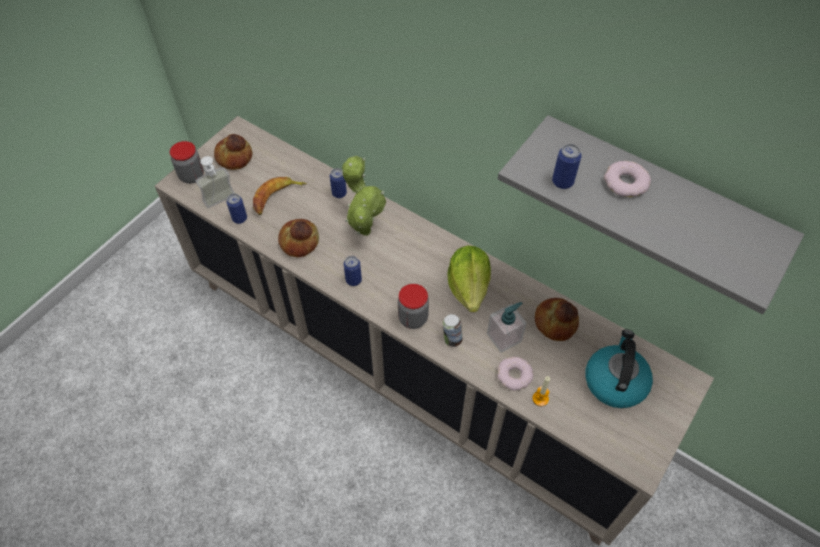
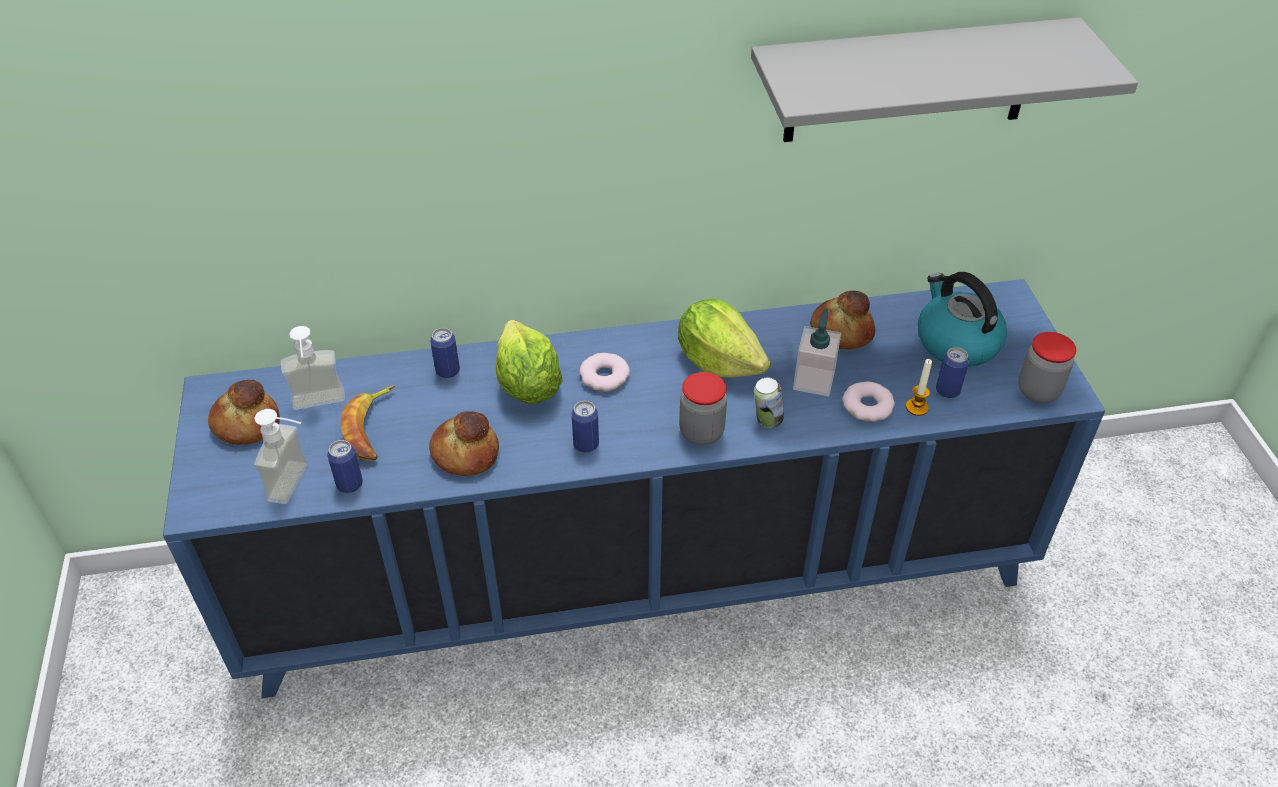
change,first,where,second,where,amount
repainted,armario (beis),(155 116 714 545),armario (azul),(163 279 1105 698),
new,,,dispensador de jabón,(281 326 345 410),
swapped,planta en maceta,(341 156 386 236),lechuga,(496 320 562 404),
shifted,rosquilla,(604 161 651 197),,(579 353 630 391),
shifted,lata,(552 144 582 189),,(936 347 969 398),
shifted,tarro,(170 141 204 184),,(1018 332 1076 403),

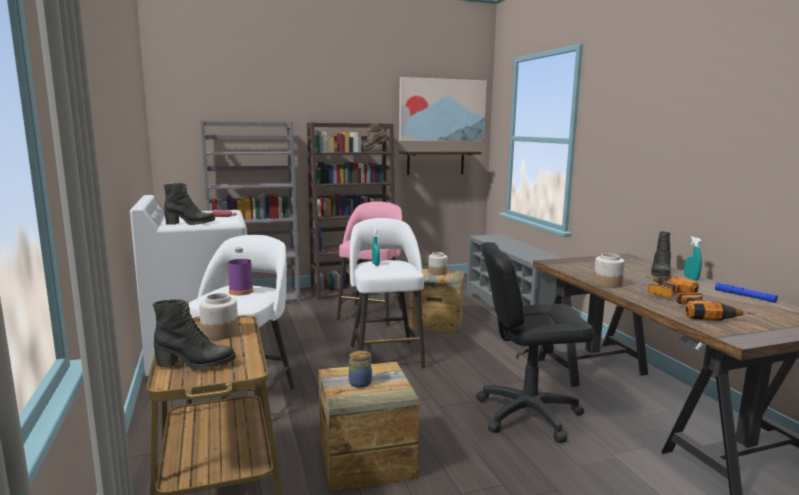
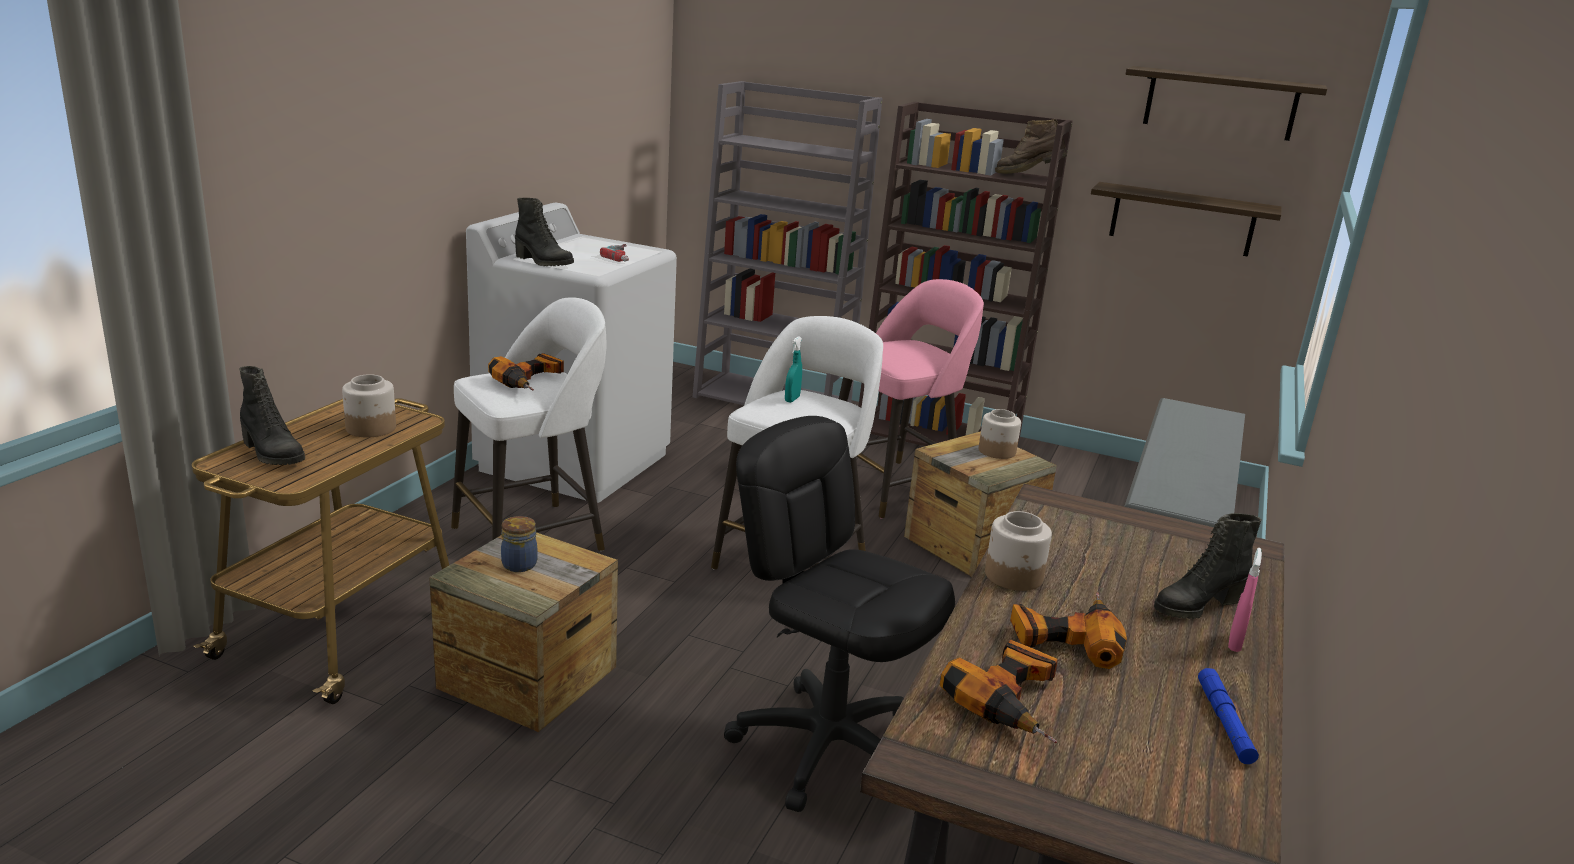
change,first,where,second,where,amount
swapped,botella (morado),(228 248 253 295),taladro,(488 353 564 391),
swapped,cuadro,(399 77 487 141),estante,(1125 66 1327 141),
repainted,pulverizador (turquesa),(684 237 702 280),pulverizador (rosa),(1228 548 1262 652),

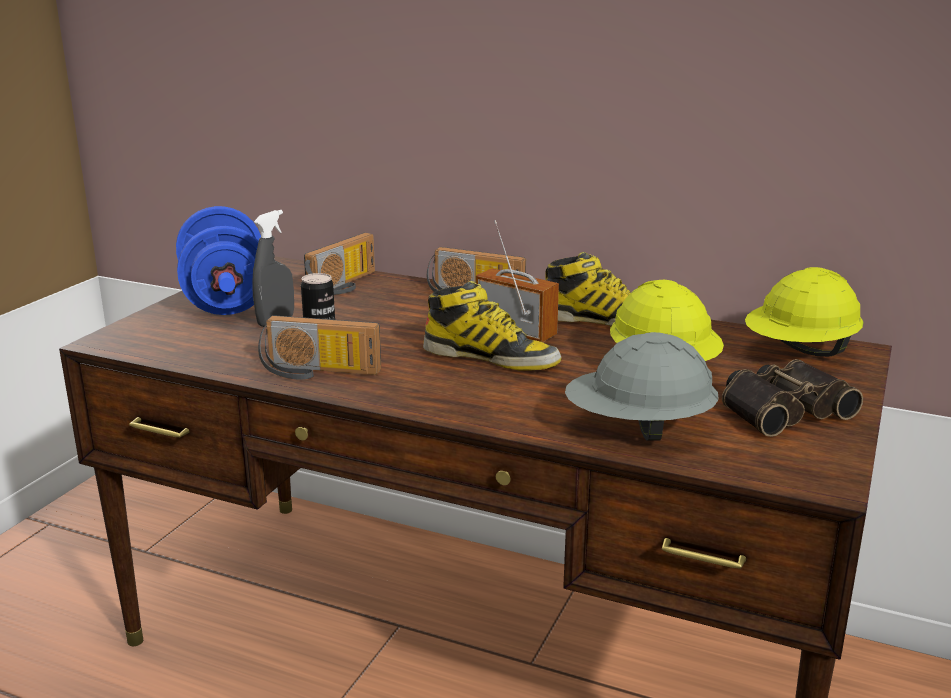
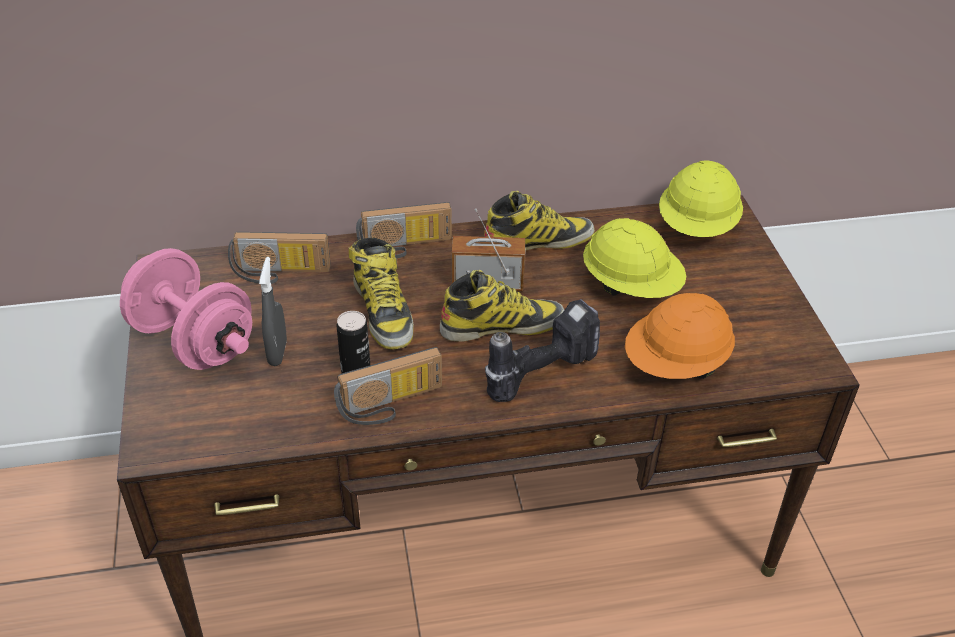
change,first,where,second,where,amount
repainted,mancuerna (azul),(176 206 261 315),mancuerna (rosa),(120 248 252 370),
rotated,radio,(304 233 375 295),,(228 232 331 284),90 degrees clockwise
new,,,bota,(349 238 414 350),
new,,,taladro,(485 299 600 402),
repainted,casco (gris),(565 332 719 441),casco (naranja),(625 293 735 379),
gone,prismáticos,(722 359 863 437),,,

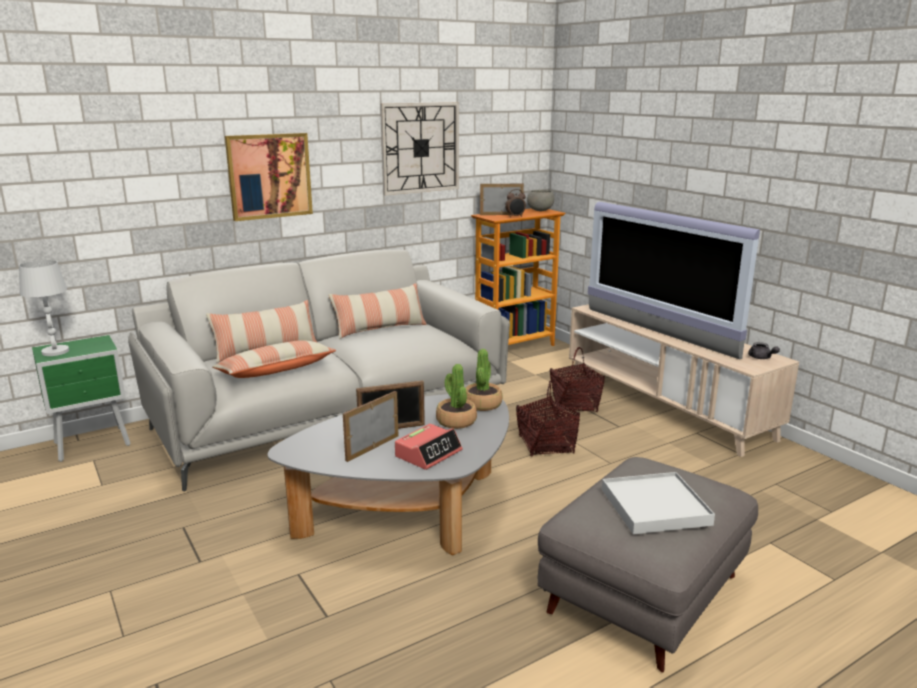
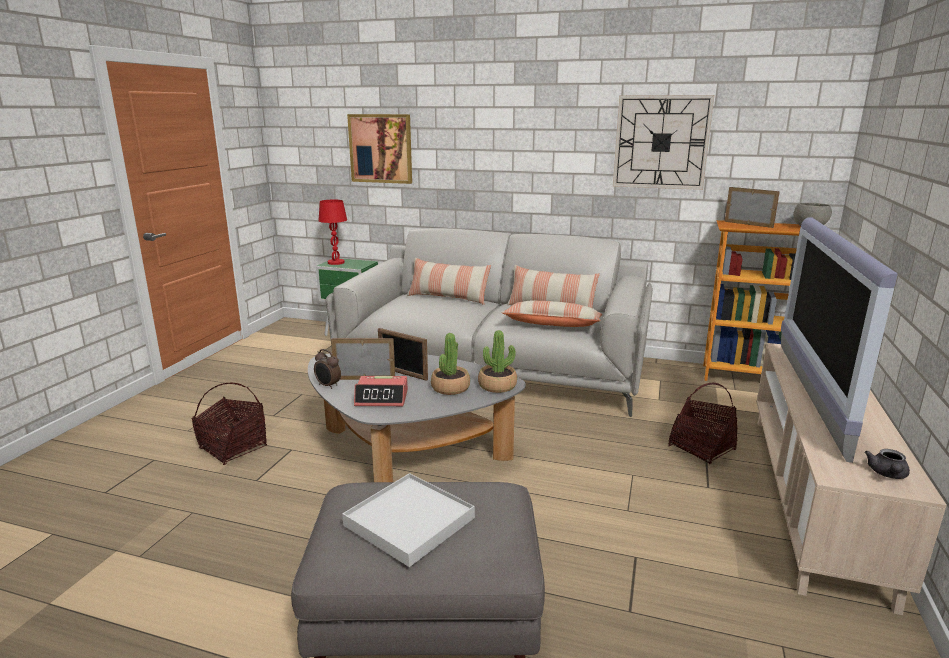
change,first,where,second,where,amount
shifted,cesta,(516 381 580 457),,(192 383 267 465),
shifted,despertador,(505 189 526 217),,(314 349 341 389),
repainted,lámpara de mesa (blanco),(19 260 69 356),lámpara de mesa (rojo),(319 200 347 265),
shifted,cuadro,(225 133 313 221),,(347 114 412 184),
shifted,cojín,(212 341 336 378),,(501 301 602 327),

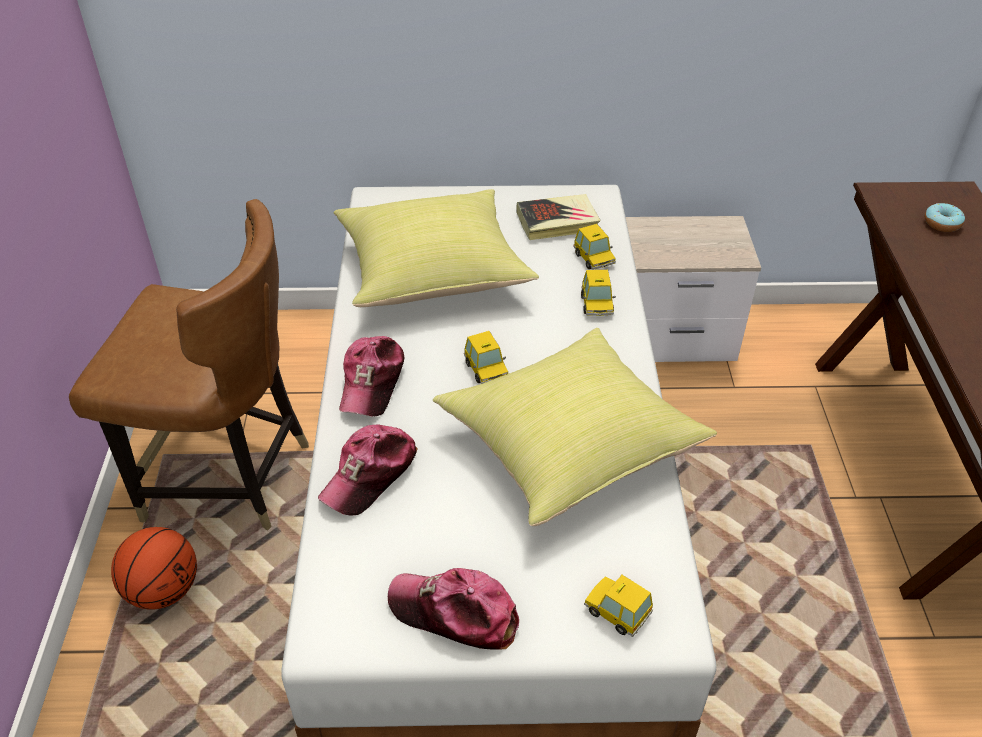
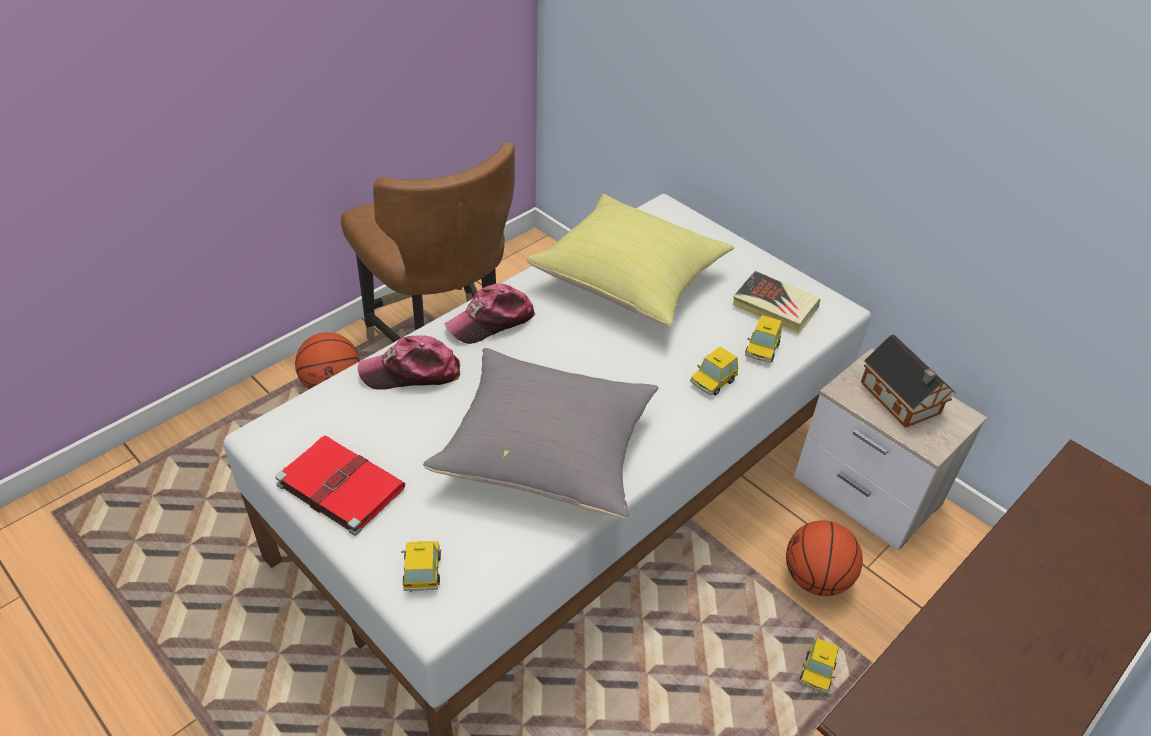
change,first,where,second,where,amount
swapped,gorra,(388 568 519 650),libro (rojo),(275 435 405 536),
repainted,cojín (amarillo),(433 328 717 526),cojín (gris),(423 348 658 518),
new,,,balón de baloncesto,(786 520 863 596),
shifted,coche de juguete,(464 331 508 384),,(800 638 839 694),
new,,,casita,(861 334 956 428),
gone,rosquilla,(925 203 965 232),,,

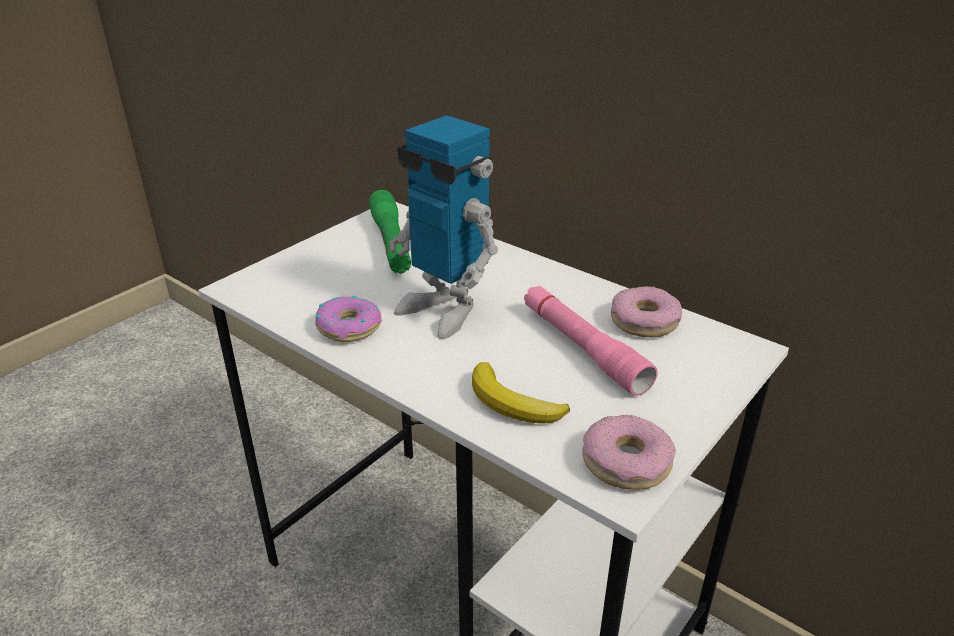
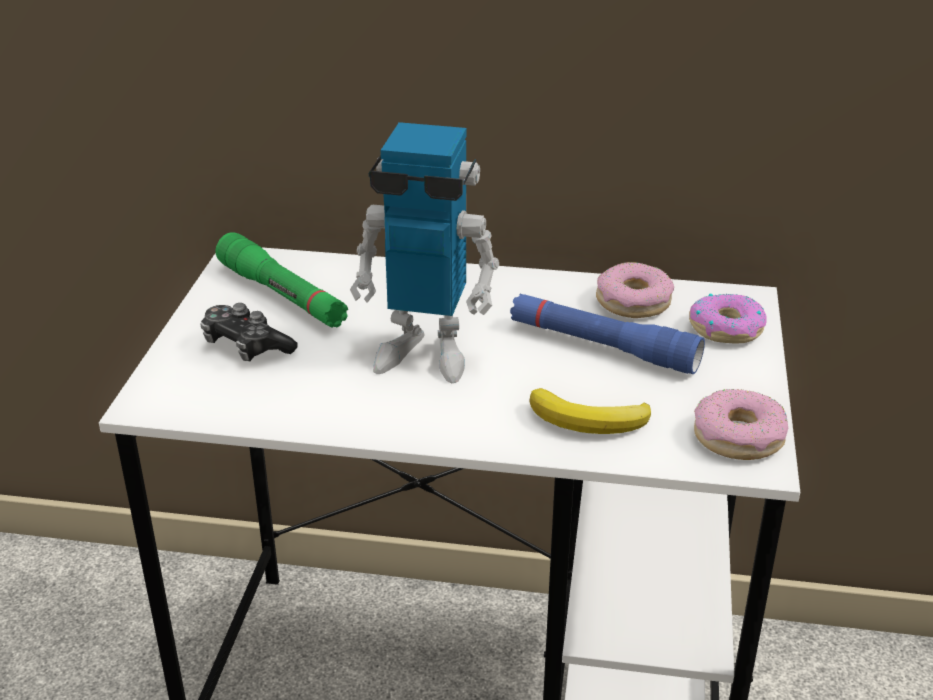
change,first,where,second,where,amount
new,,,mando de consola,(200 303 298 361),
repainted,linterna (rosa),(524 286 658 396),linterna (azul),(510 293 705 374),
shifted,rosquilla,(315 295 382 342),,(689 294 766 343),

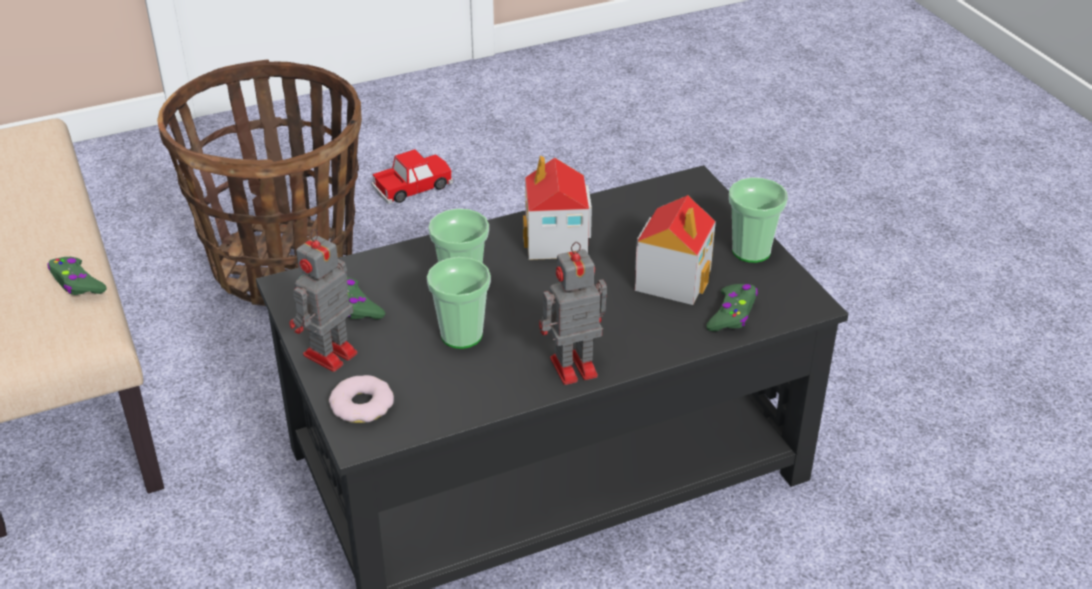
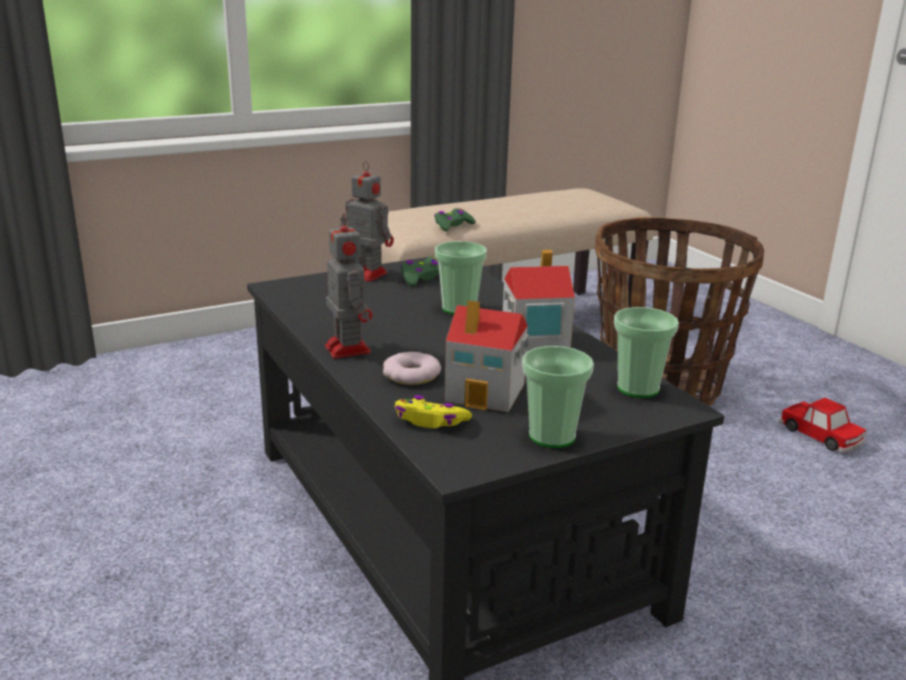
change,first,where,second,where,amount
shifted,rosquilla,(329 375 394 423),,(383 352 441 385),
repainted,mando de consola (verde),(706 284 758 331),mando de consola (amarillo),(395 395 472 428),
shifted,taza,(427 257 491 349),,(614 307 679 398),

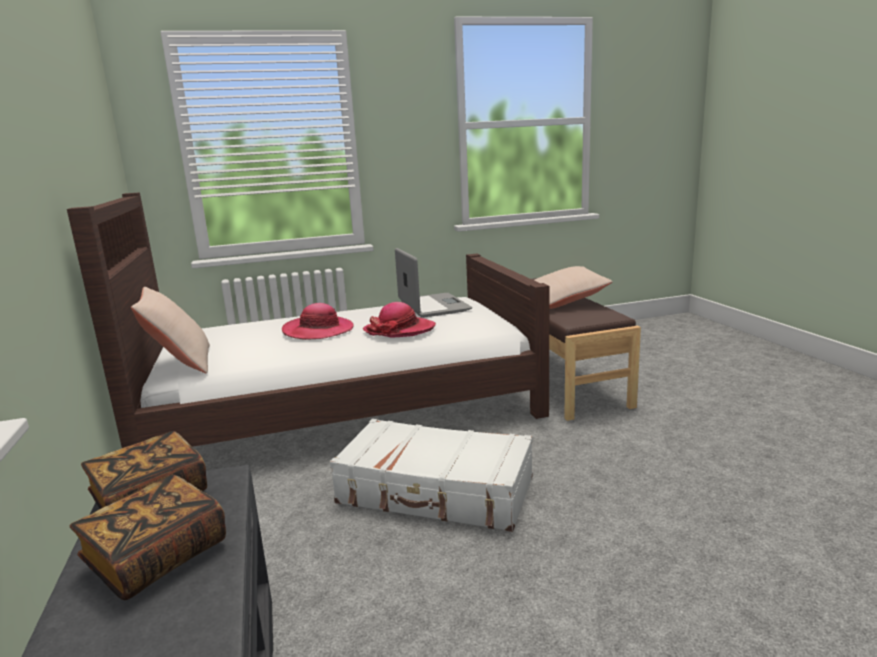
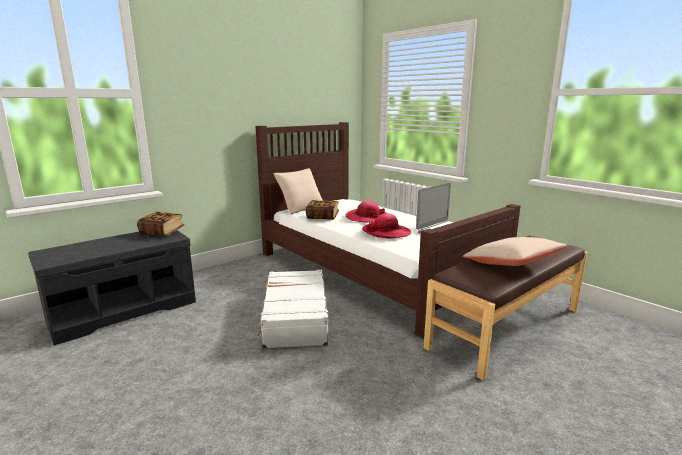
change,first,where,second,where,amount
shifted,libro,(70 475 226 600),,(306 200 339 220),

